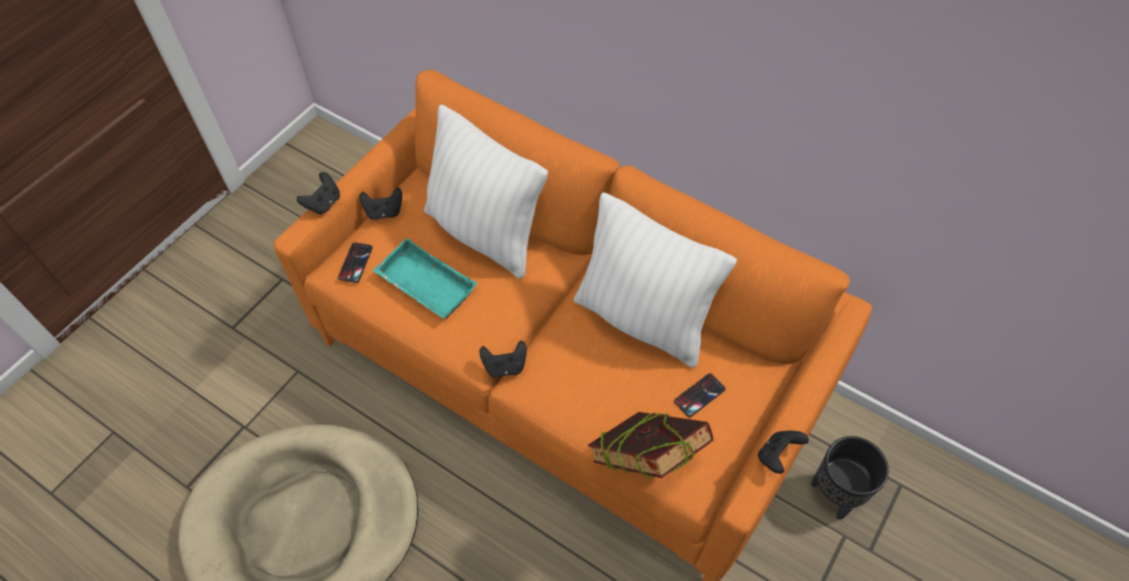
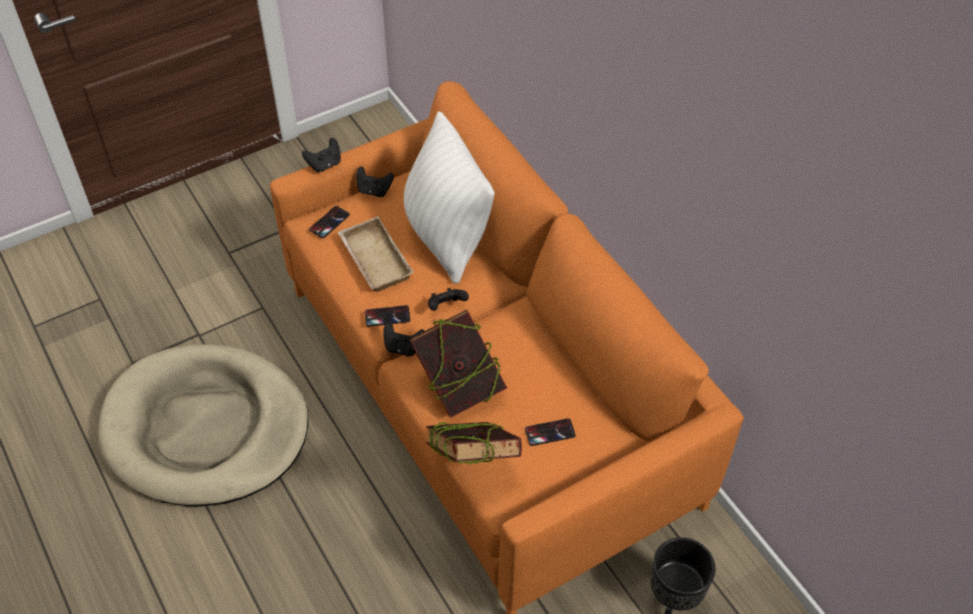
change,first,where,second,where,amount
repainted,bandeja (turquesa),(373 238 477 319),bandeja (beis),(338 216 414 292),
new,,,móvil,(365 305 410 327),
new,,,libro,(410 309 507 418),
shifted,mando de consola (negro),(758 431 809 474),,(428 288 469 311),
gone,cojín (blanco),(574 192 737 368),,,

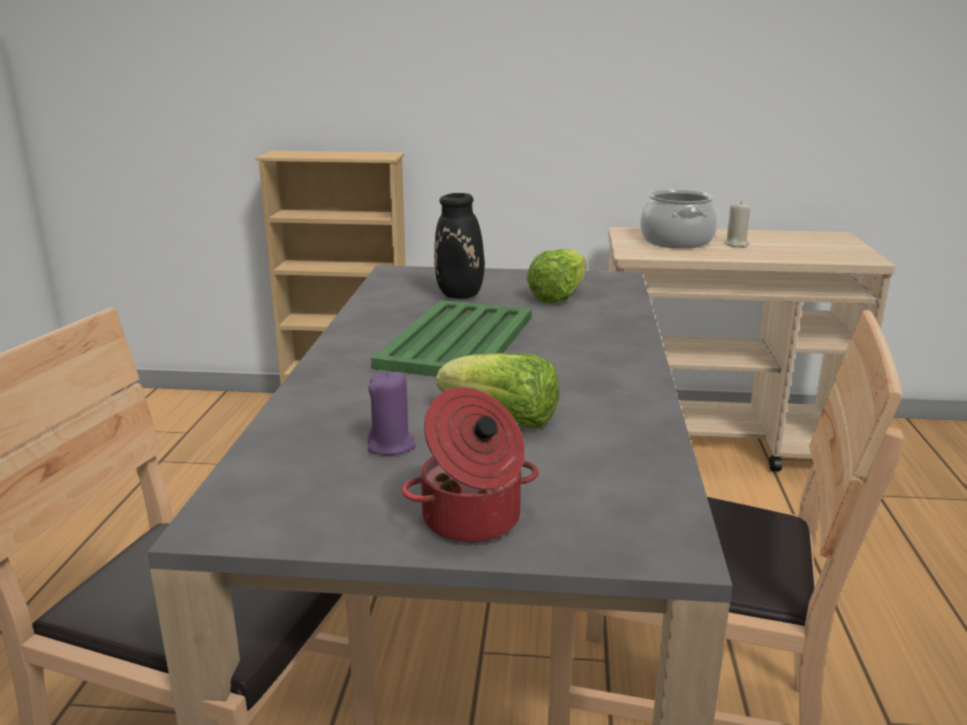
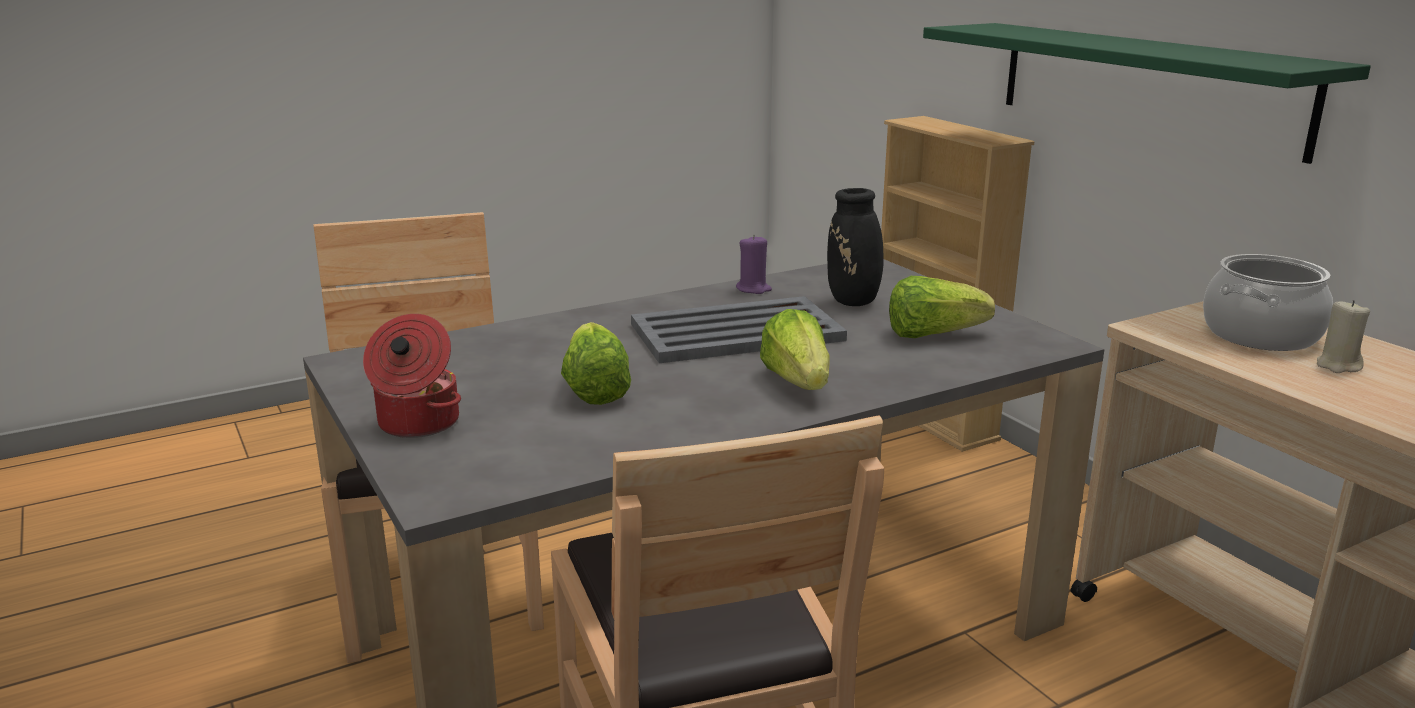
change,first,where,second,where,amount
repainted,bandeja (verde),(371 300 532 377),bandeja (gris),(631 296 847 363),
shifted,vela (morado),(367 371 416 455),,(736 234 772 294),
new,,,lechuga,(760 309 830 390),
new,,,estante (verde),(923 23 1371 164),

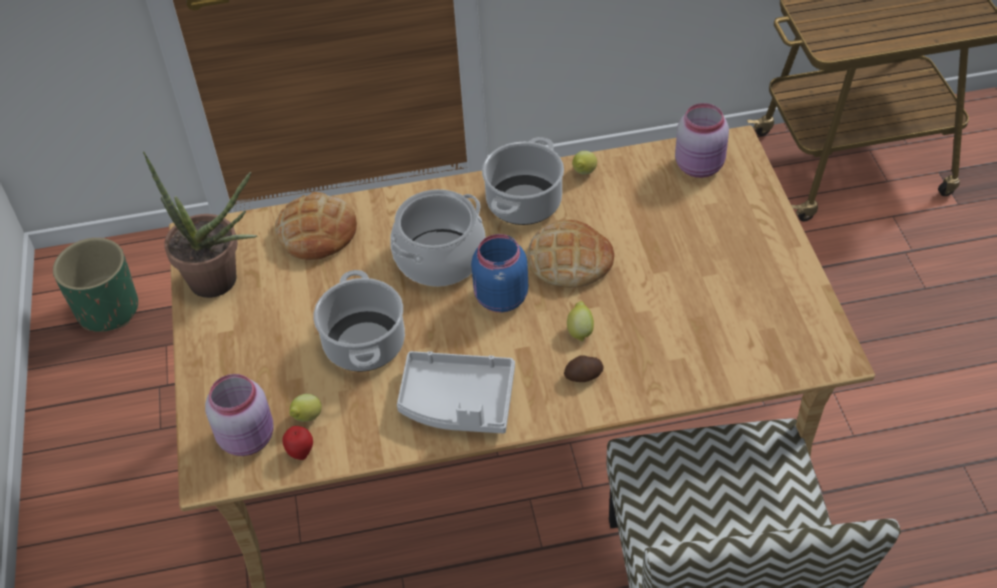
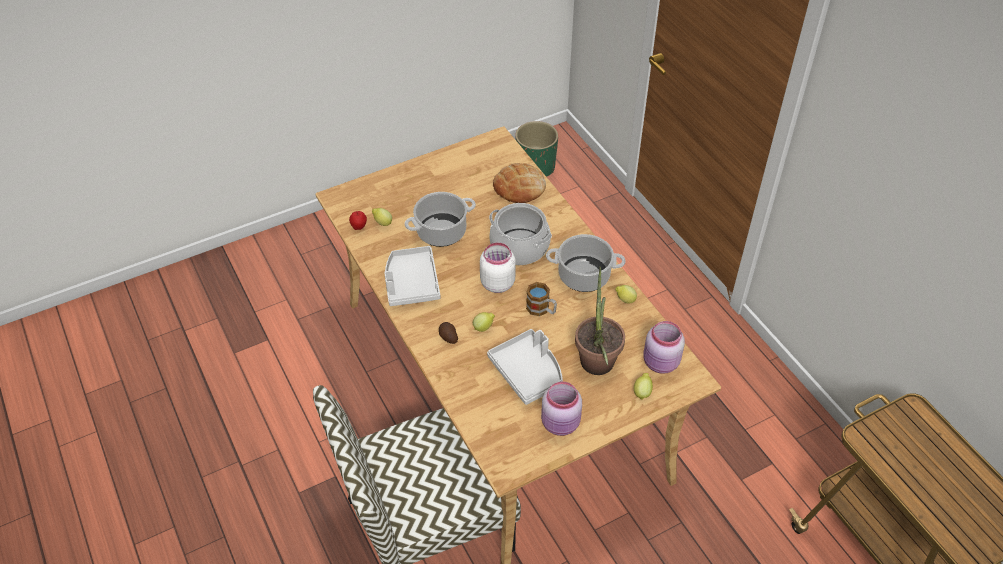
change,first,where,second,where,amount
repainted,tarro (azul),(471 234 528 313),tarro (blanco),(480 243 516 293),
new,,,bandeja (gris),(487 329 563 405),
swapped,pan,(527 220 614 288),taza grande,(526 282 557 316),
shifted,tarro (rosa),(205 374 274 456),,(541 382 582 436),
shifted,planta en maceta,(143 152 257 298),,(575 267 625 375),
new,,,limón,(634 373 653 400),

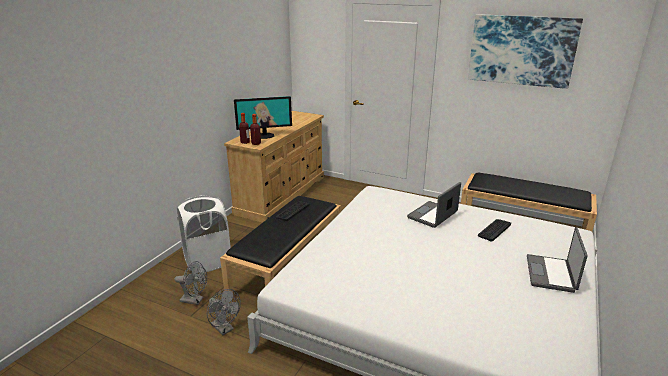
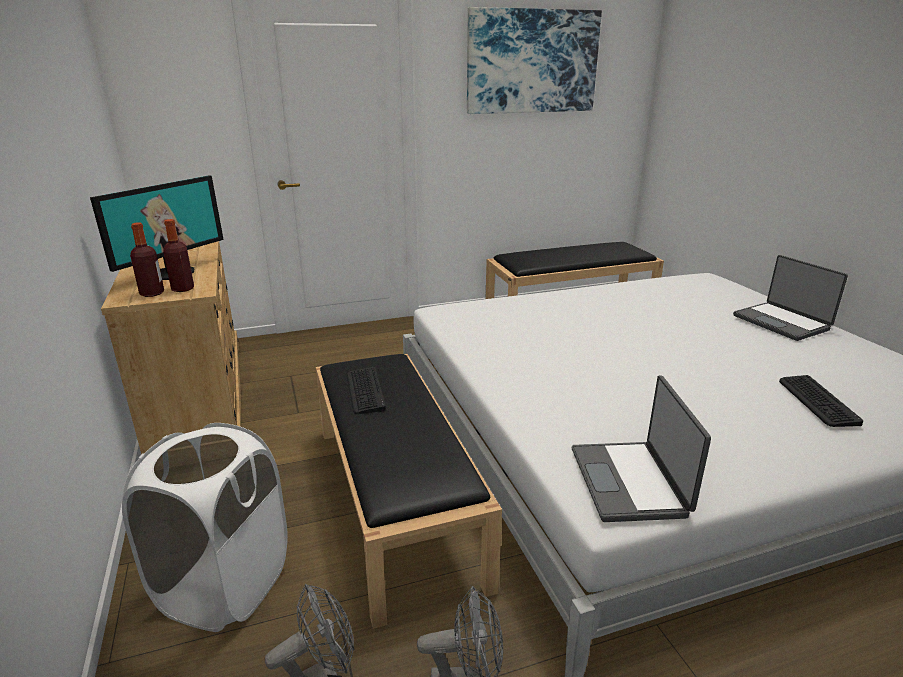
change,first,where,second,where,amount
shifted,portátil,(407 182 461 228),,(572 375 711 522),
shifted,teclado,(478 219 511 242),,(779 375 863 427),

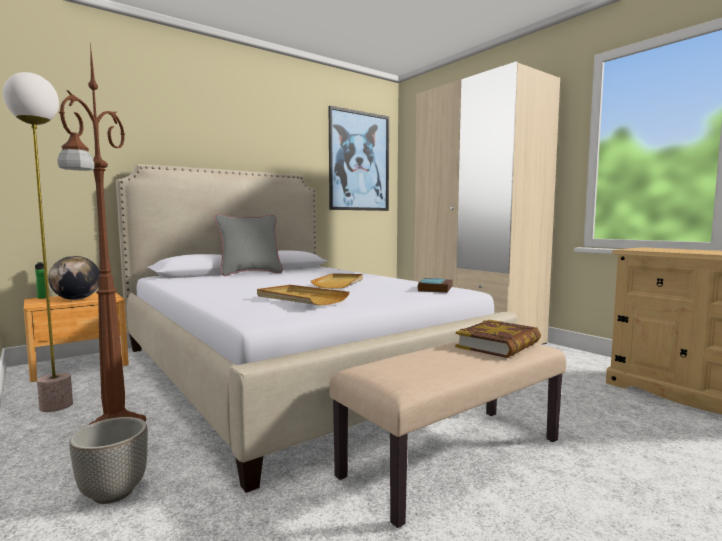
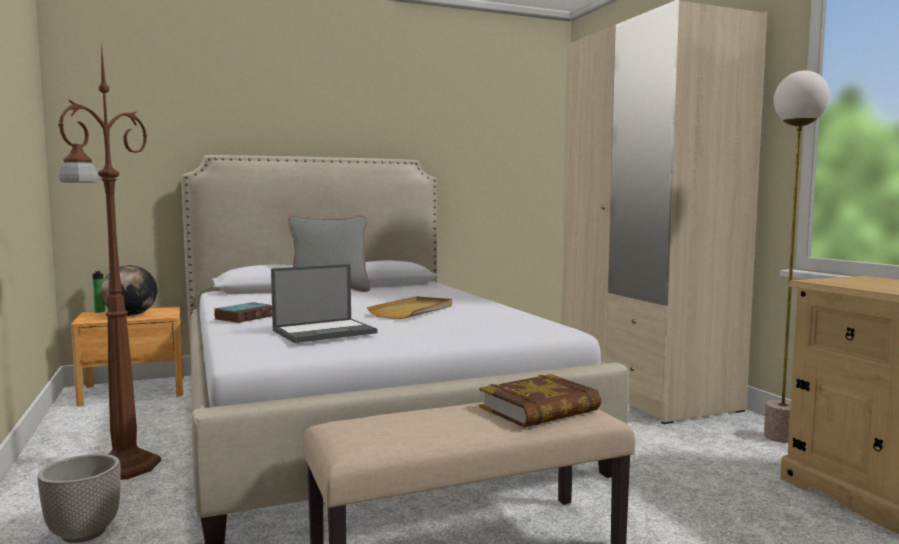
change,first,where,second,where,amount
shifted,libro,(417 278 453 293),,(214 302 272 323),
swapped,bandeja (beis),(257 285 350 306),portátil,(271 264 377 343),
shifted,lámpara de pie,(3 72 73 412),,(764 71 830 443),
gone,cuadro,(329 106 389 211),,,

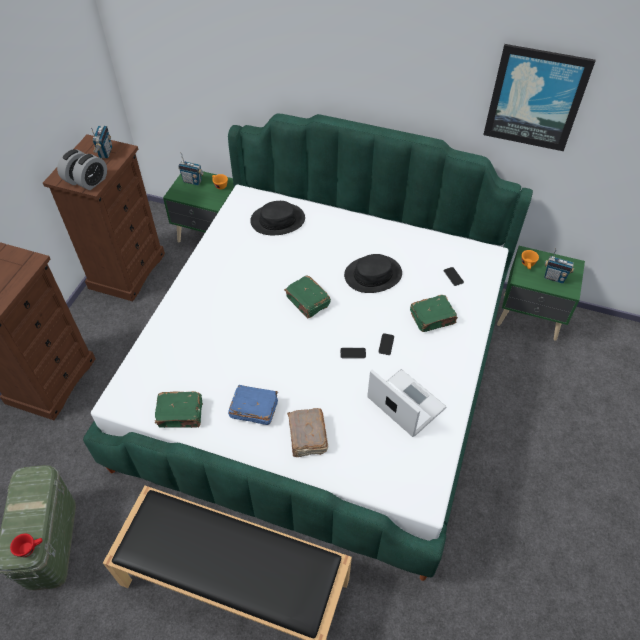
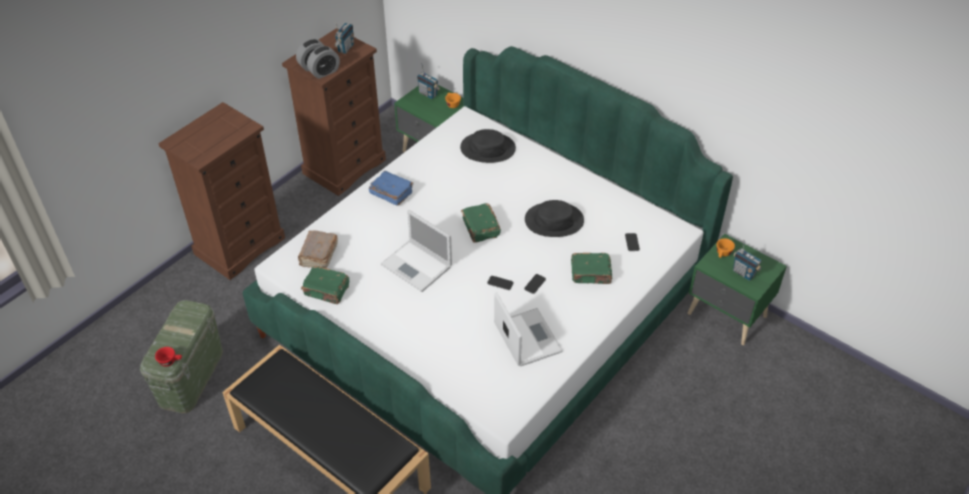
change,first,where,second,where,amount
shifted,libro (marrón),(287 408 328 457),,(298 231 338 268),
shifted,libro (azul),(228 385 278 425),,(369 171 413 206),
new,,,portátil,(381 210 452 292),
gone,cuadro,(483 44 596 151),,,

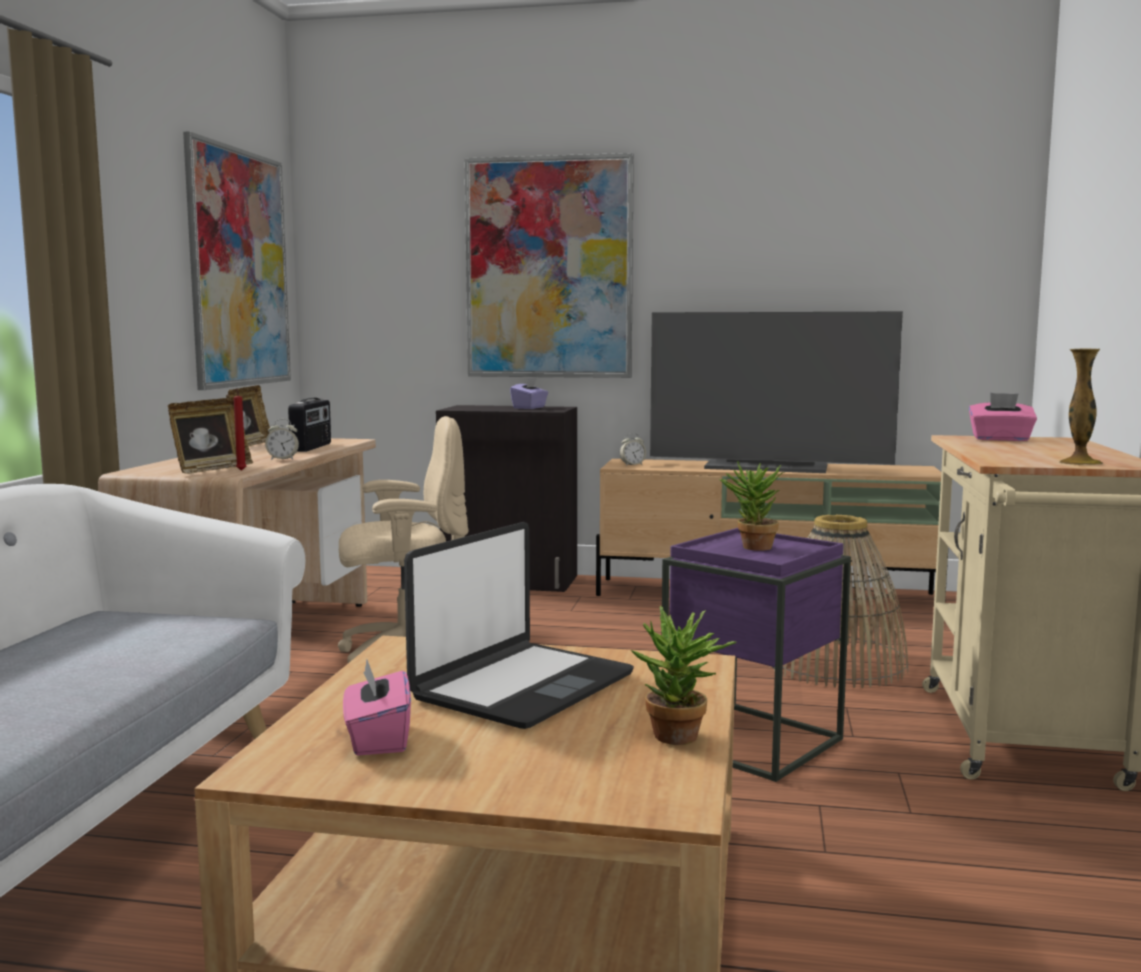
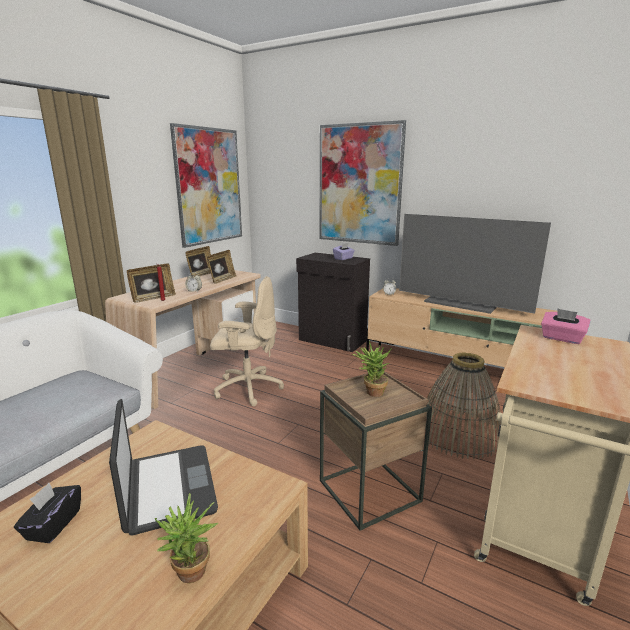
change,first,where,second,where,amount
repainted,caja de pañuelos (rosa),(343 659 411 756),caja de pañuelos (negro),(14 483 81 543),
rotated,portátil,(404 522 634 729),,(109 399 218 536),75 degrees counterclockwise
swapped,radio,(288 398 331 452),portarretratos,(207 250 236 284),
repainted,mesa auxiliar (morado),(661 528 851 782),mesa auxiliar (marrón),(320 371 432 531),
gone,florero,(1059 349 1103 465),,,

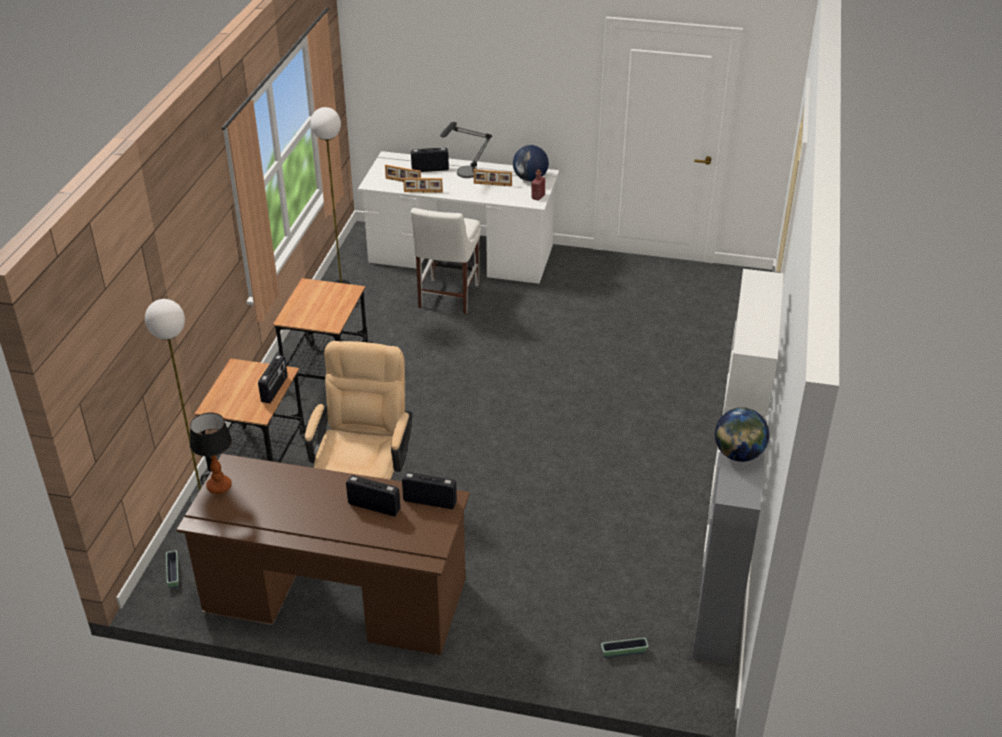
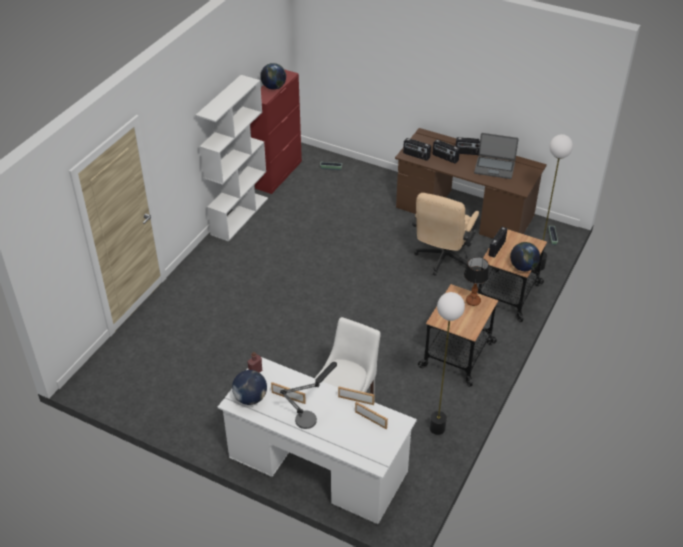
change,first,where,second,where,amount
repainted,armario (gris),(692 420 767 665),armario (rojo),(250 69 302 194),
shifted,radio,(411 148 449 172),,(456 137 480 155),
shifted,lámpara de mesa,(190 413 232 494),,(464 257 489 306),
new,,,portátil,(474 133 519 179),
new,,,globo terráqueo,(510 242 540 271),

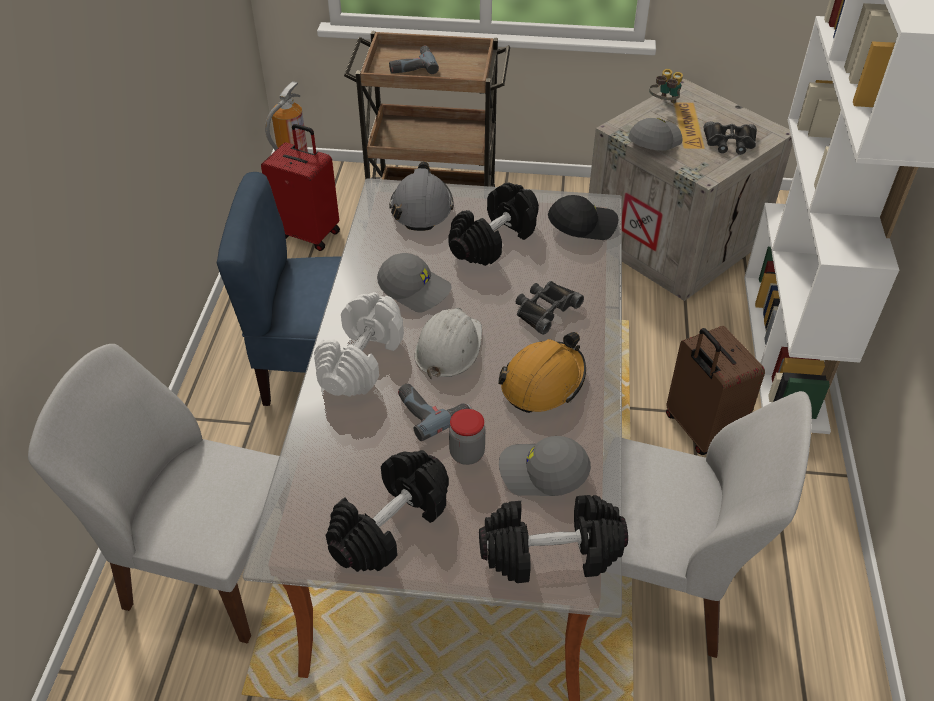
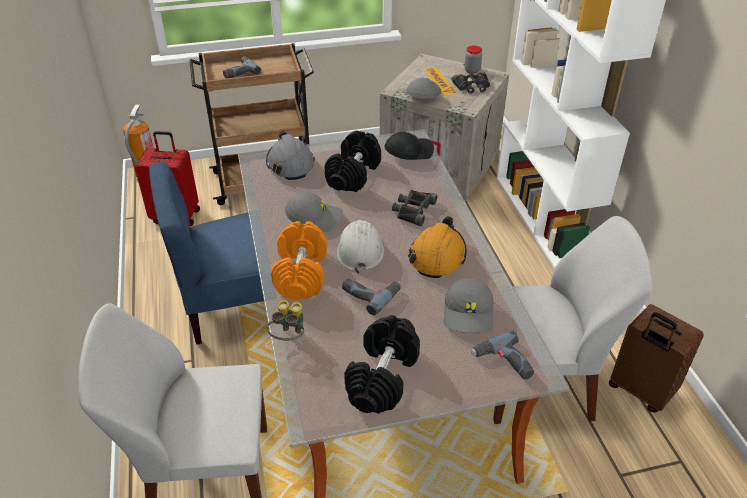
change,first,where,second,where,amount
shifted,prismáticos,(649 69 683 104),,(267 300 304 341),
repainted,mancuerna (blanco),(314 292 404 397),mancuerna (naranja),(271 221 327 300),
rotated,gorra (gris),(499 436 591 496),,(444 278 494 333),75 degrees counterclockwise
shifted,tarro,(449 409 485 465),,(464 46 482 74),
swapped,mancuerna (negro),(479 495 628 583),taladro,(471 330 534 379),
shifted,maleta (marrón),(666 326 765 455),,(609 304 704 413),

